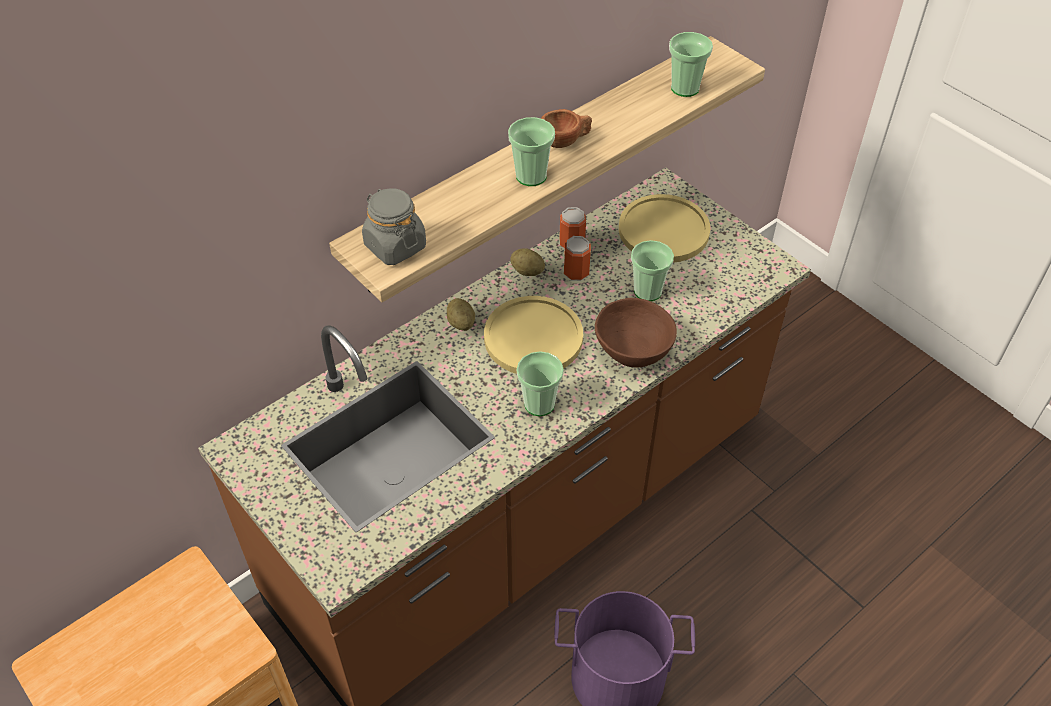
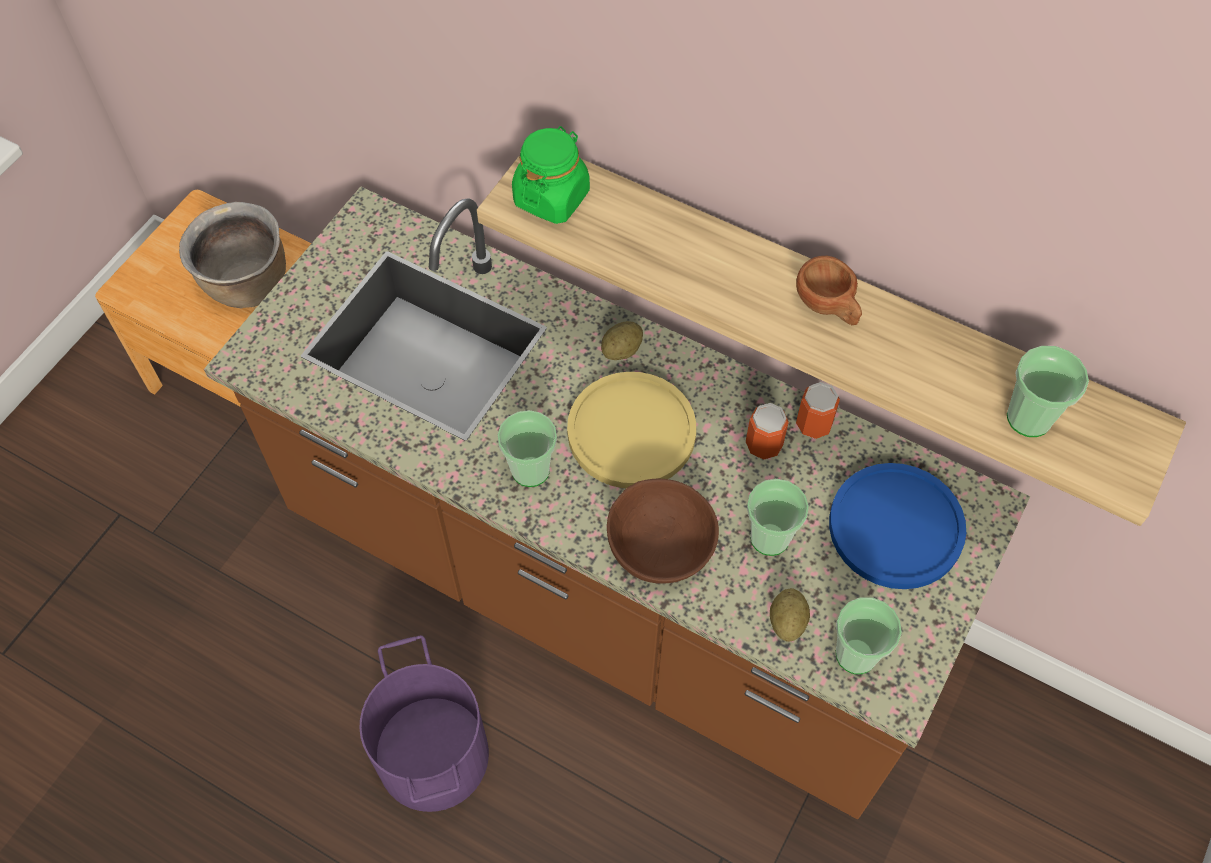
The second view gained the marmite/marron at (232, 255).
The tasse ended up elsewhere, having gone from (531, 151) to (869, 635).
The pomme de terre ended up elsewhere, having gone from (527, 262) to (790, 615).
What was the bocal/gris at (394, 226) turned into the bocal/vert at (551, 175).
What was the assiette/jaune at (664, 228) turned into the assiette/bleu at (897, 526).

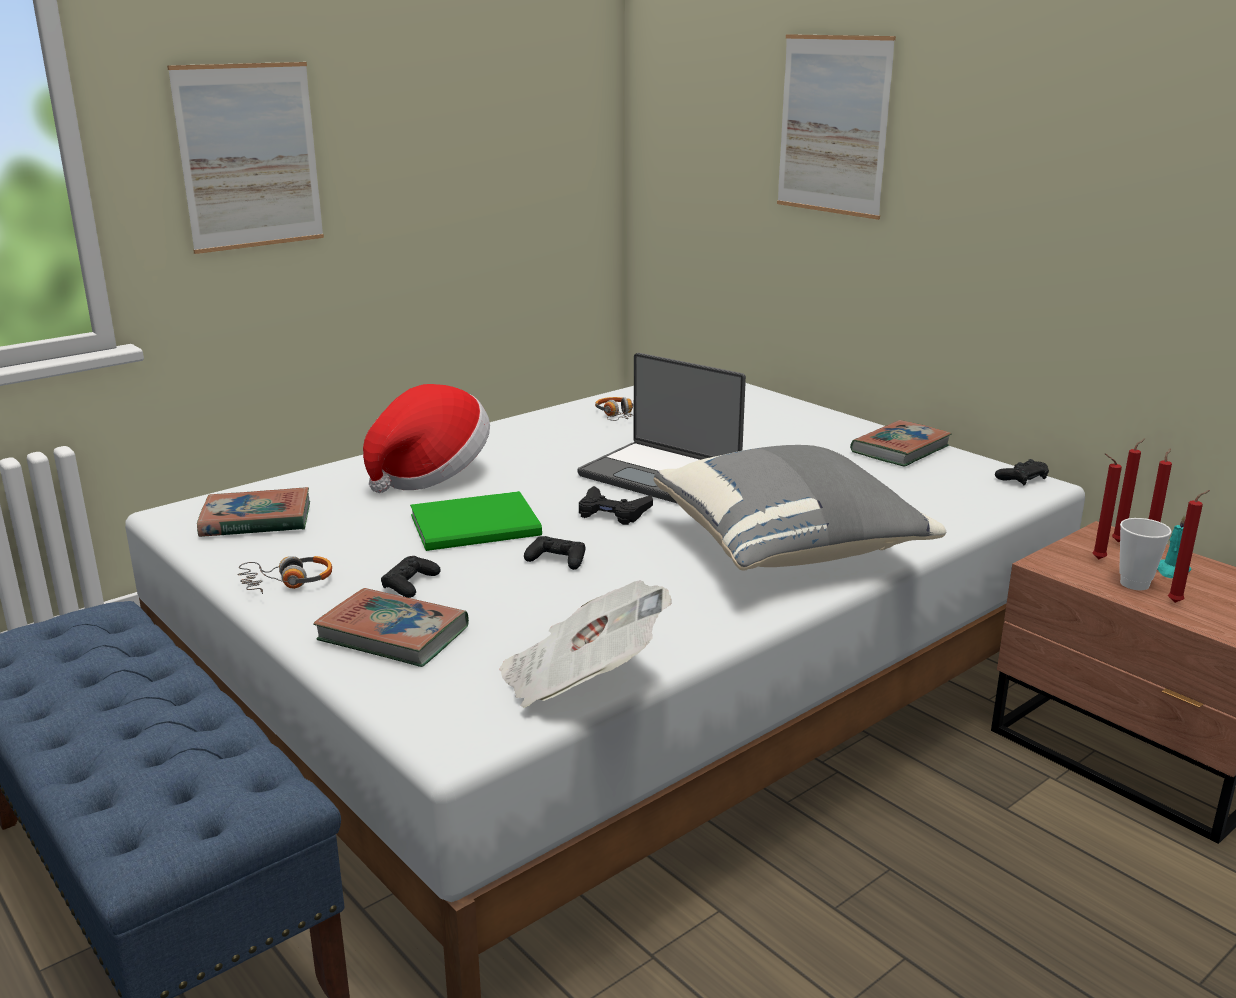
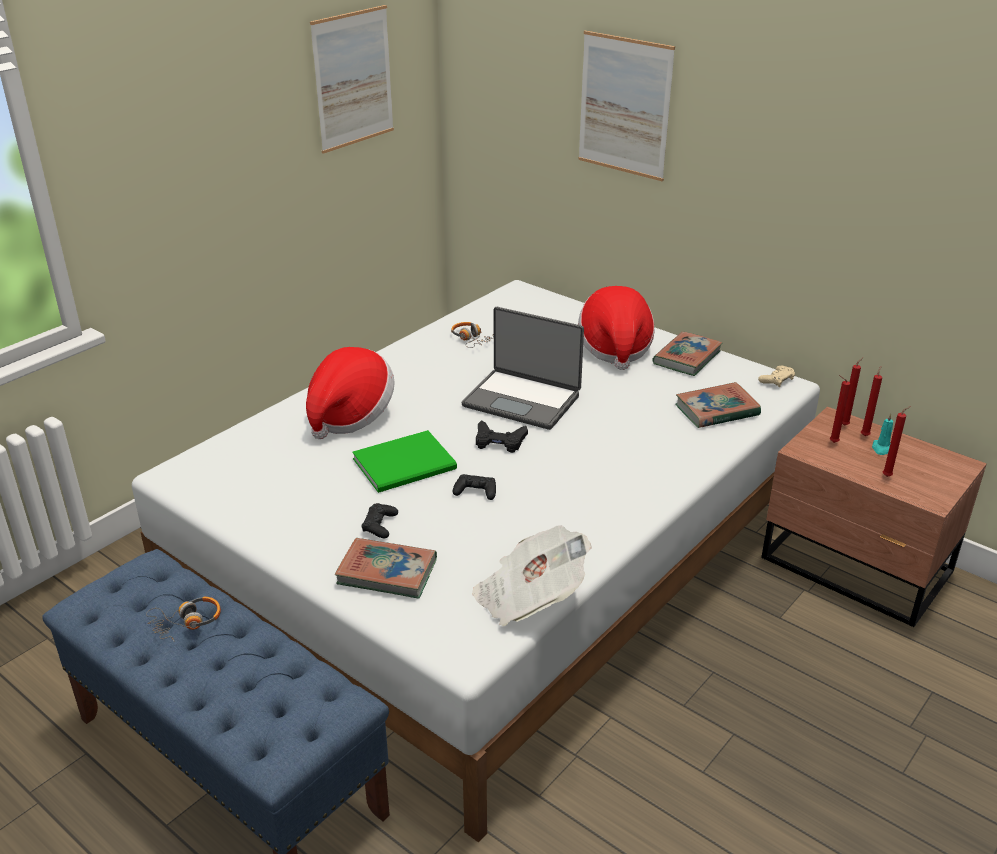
The second view lost the coussin/gris at (799, 508).
The second view lost the tasse at (1145, 554).
The second view gained the chapeau at (616, 328).
The tableau ended up elsewhere, having gone from (245, 158) to (352, 79).
The livre ended up elsewhere, having gone from (253, 512) to (718, 405).
The casque audio ended up elsewhere, having gone from (284, 575) to (183, 619).
What was the manette/noir at (1022, 472) turned into the manette/beige at (776, 376).

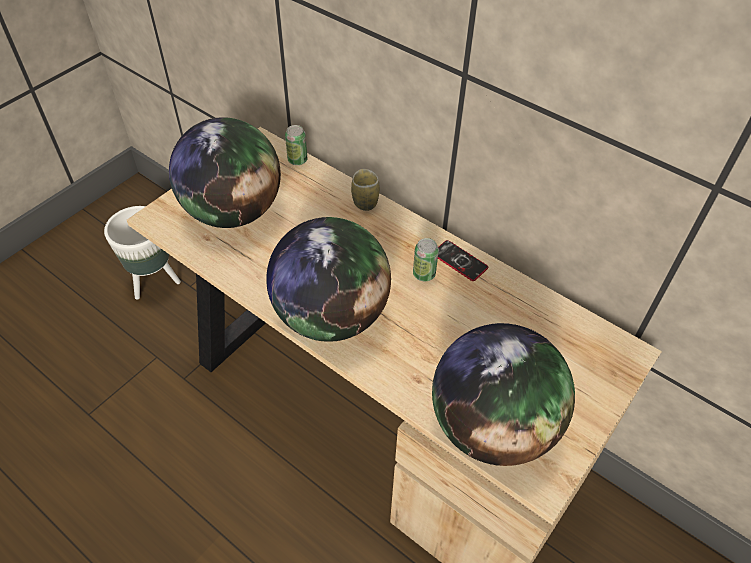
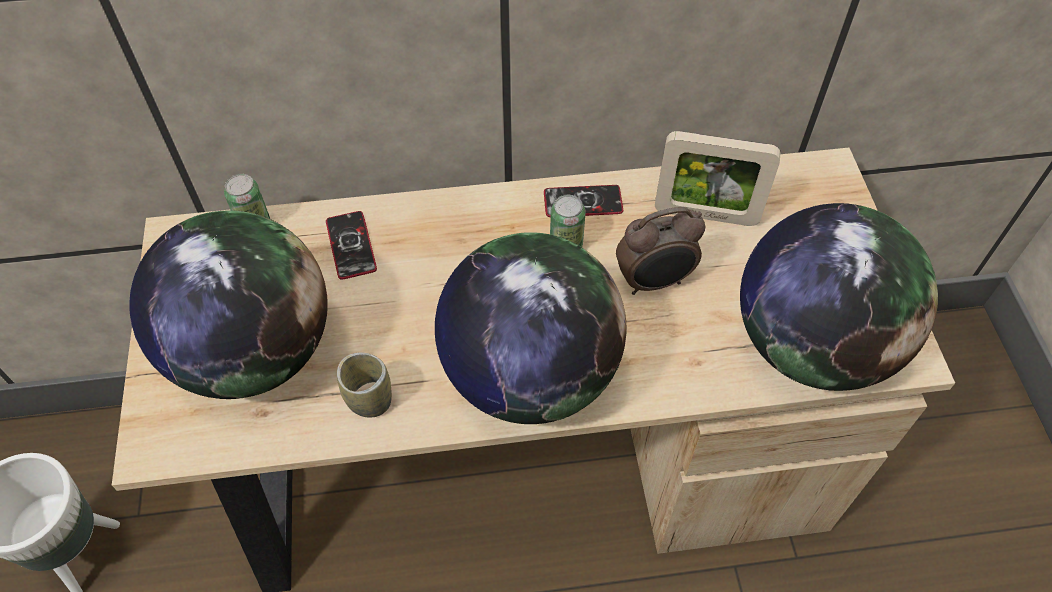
The second view gained the téléphone at (351, 245).
The second view gained the réveil at (660, 251).
The second view gained the cadre photo at (717, 178).
The tasse ended up elsewhere, having gone from (365, 190) to (364, 385).

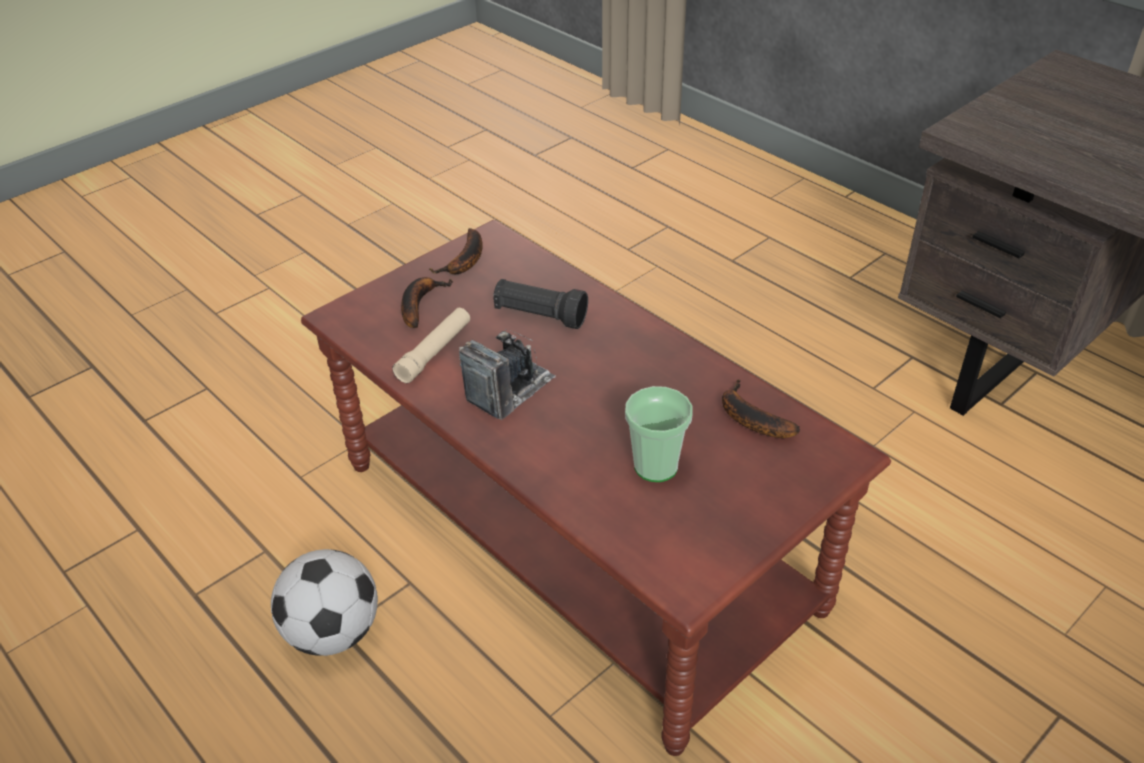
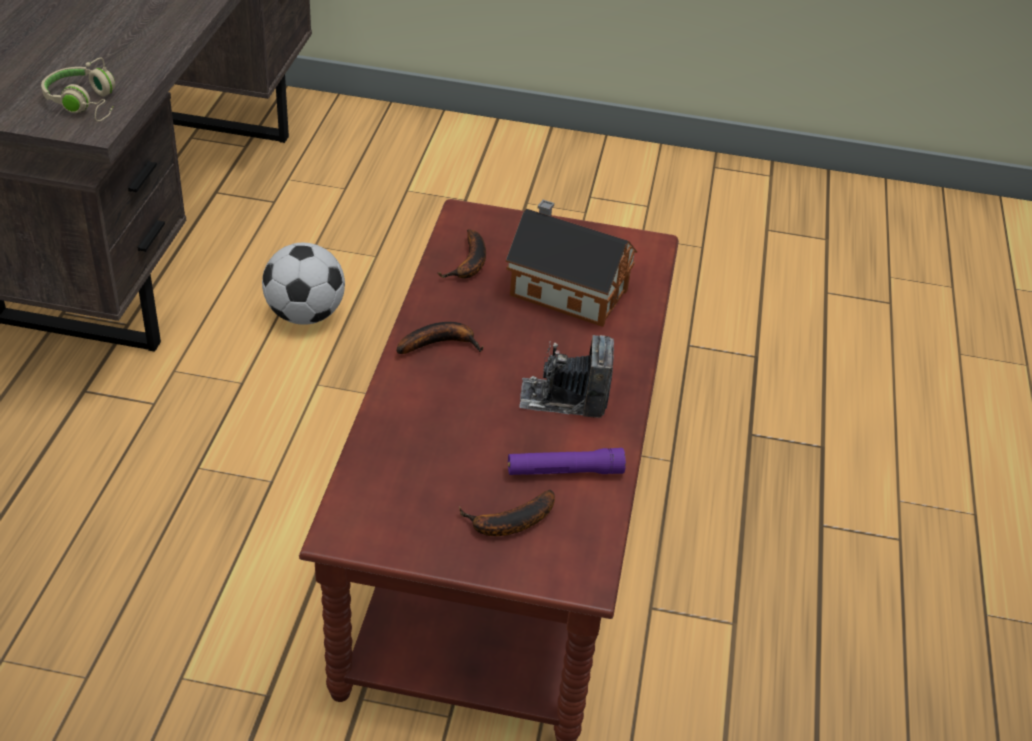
The second view lost the lampe de poche/noir at (540, 304).
The second view gained the casque audio/beige at (78, 89).
The ballon de foot ended up elsewhere, having gone from (324, 602) to (303, 284).
The banane ended up elsewhere, having gone from (456, 251) to (440, 338).
Where the tasse stood at (659, 434), the maison miniature came to stand at (571, 263).
What was the lampe de poche/beige at (431, 345) turned into the lampe de poche/violet at (567, 461).

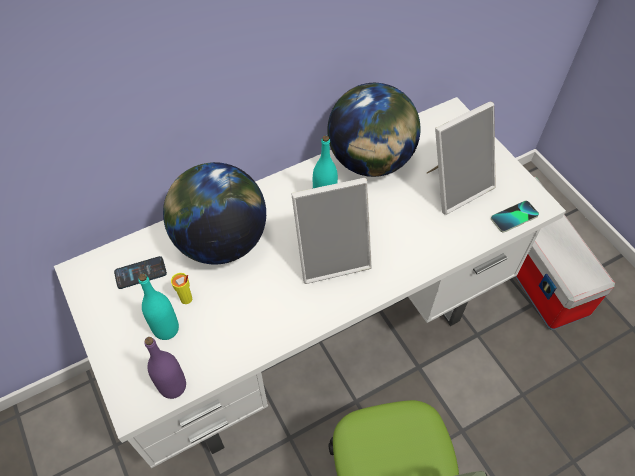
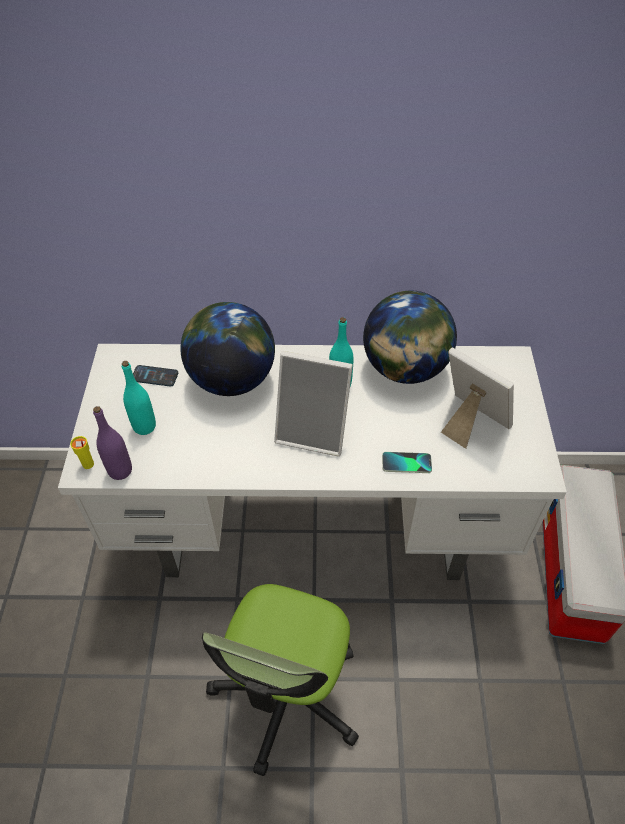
The tasse/jaune ended up elsewhere, having gone from (181, 288) to (82, 452).
The téléphone ended up elsewhere, having gone from (515, 217) to (407, 462).
The cadre photo at (461, 158) ended up facing another way, 135 degrees counterclockwise from before.

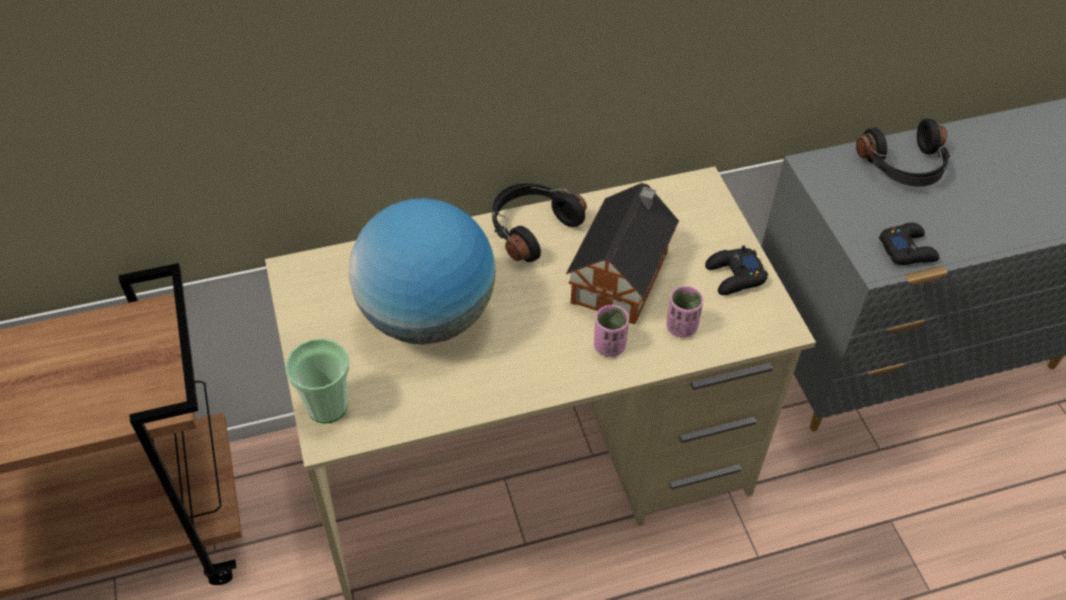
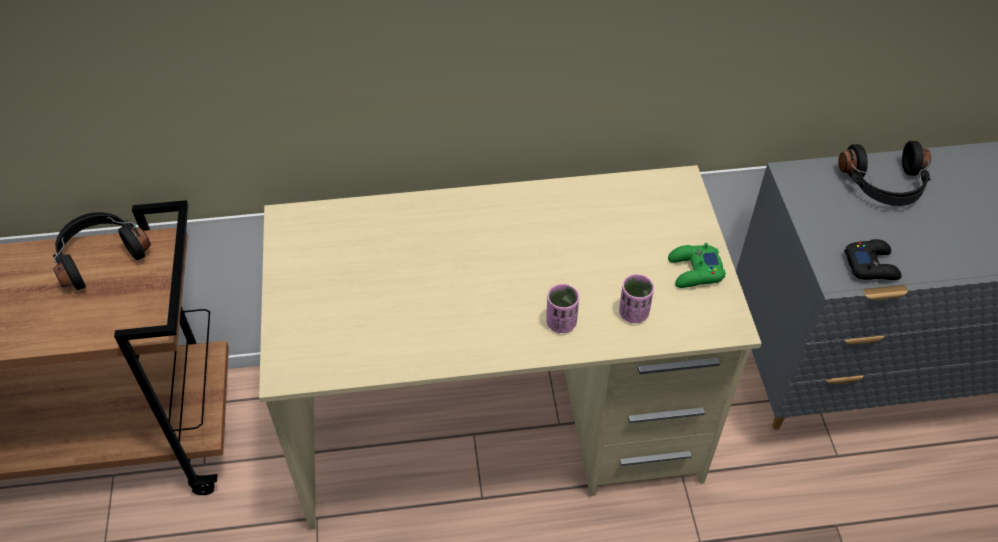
The second view lost the tasse at (317, 380).
The second view lost the globe at (422, 271).
The second view lost the maison miniature at (622, 254).
The casque audio/noir ended up elsewhere, having gone from (539, 222) to (102, 251).
What was the manette/noir at (736, 270) turned into the manette/vert at (697, 265).

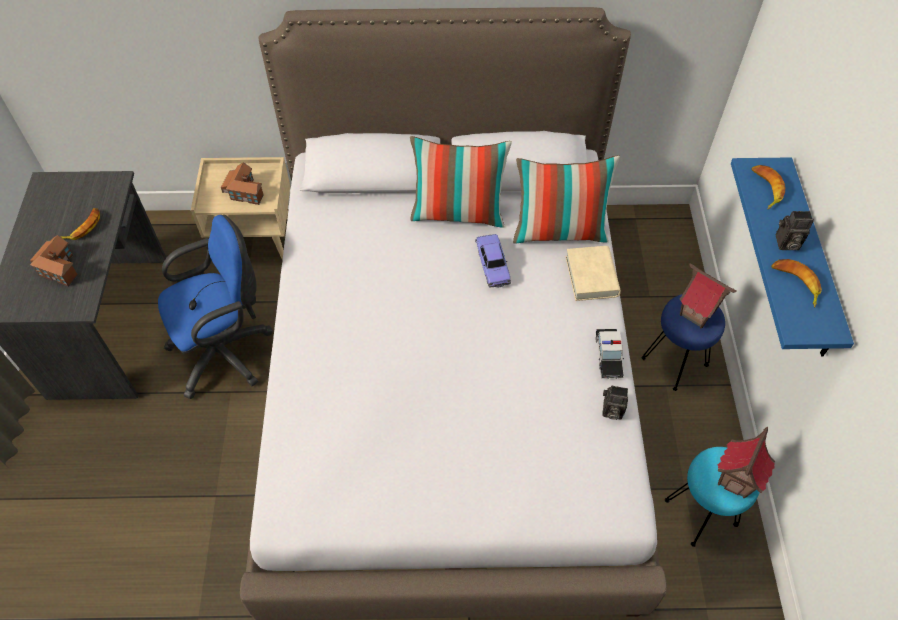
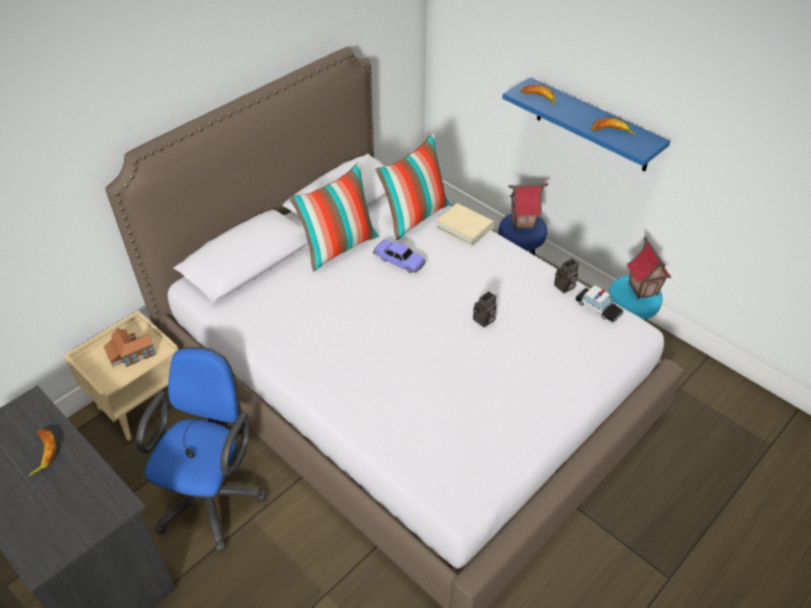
The second view lost the maison miniature at (54, 261).
The petite voiture ended up elsewhere, having gone from (610, 354) to (599, 304).
The appareil photo ended up elsewhere, having gone from (795, 230) to (485, 309).

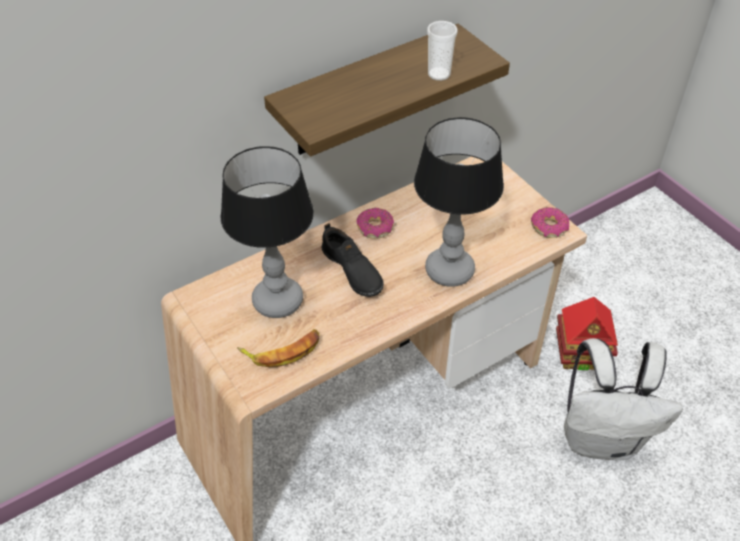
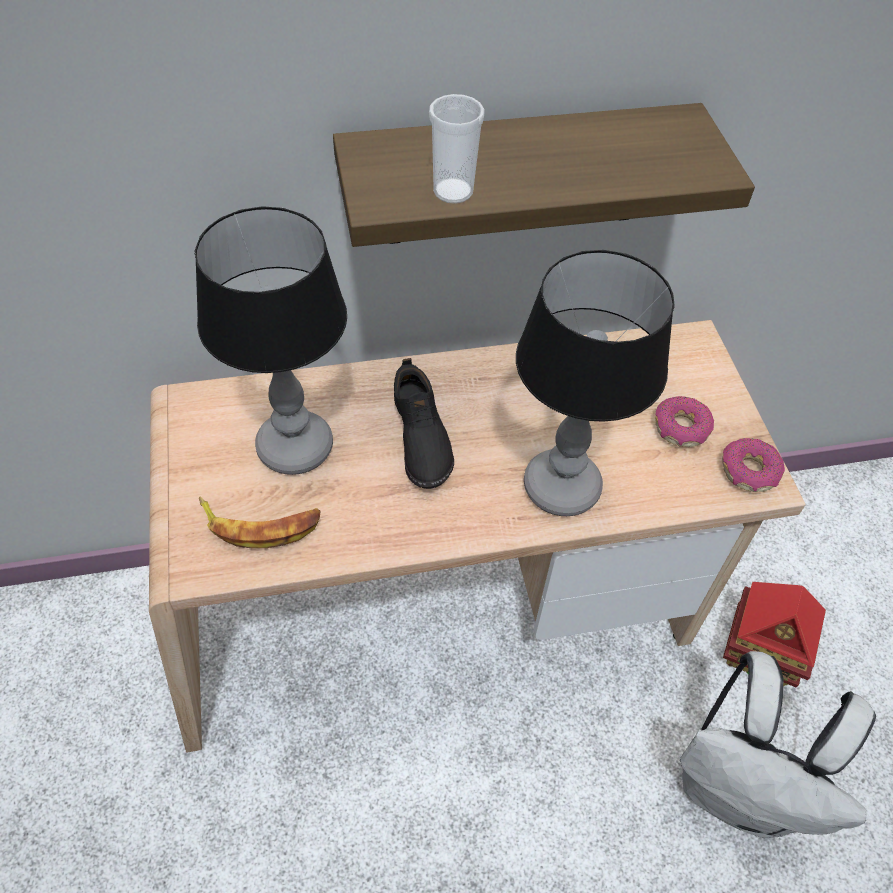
The beignet ended up elsewhere, having gone from (375, 223) to (684, 421).
The tasse ended up elsewhere, having gone from (442, 51) to (457, 149).

